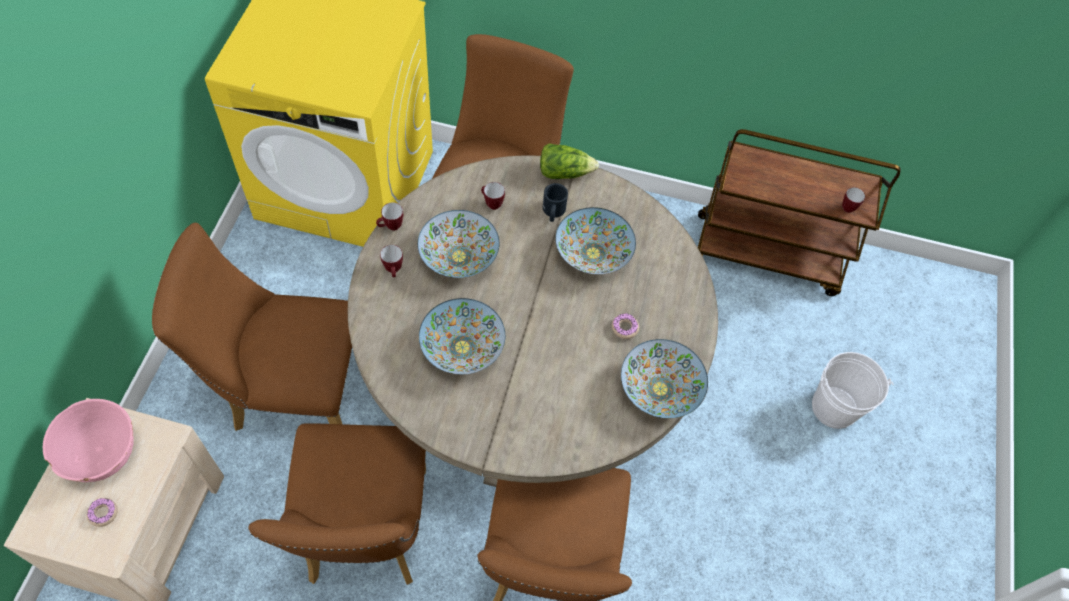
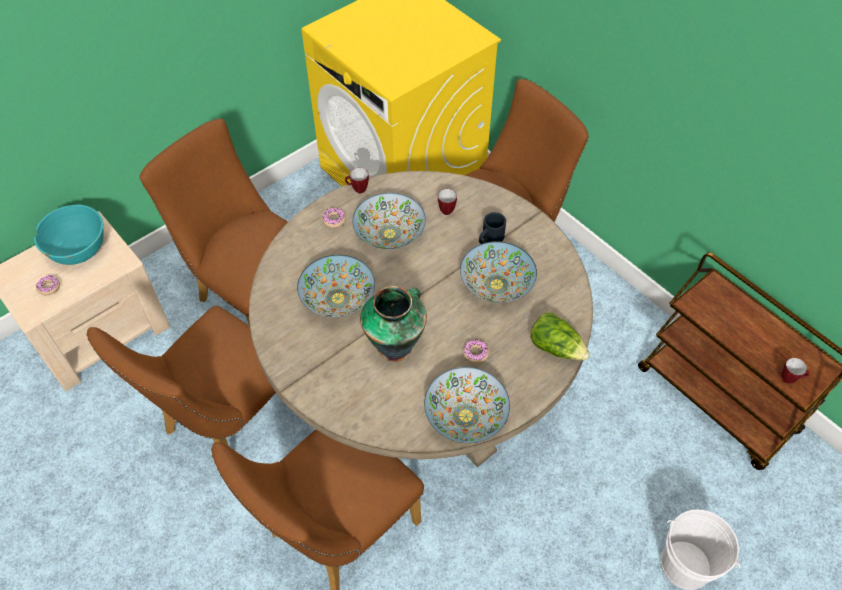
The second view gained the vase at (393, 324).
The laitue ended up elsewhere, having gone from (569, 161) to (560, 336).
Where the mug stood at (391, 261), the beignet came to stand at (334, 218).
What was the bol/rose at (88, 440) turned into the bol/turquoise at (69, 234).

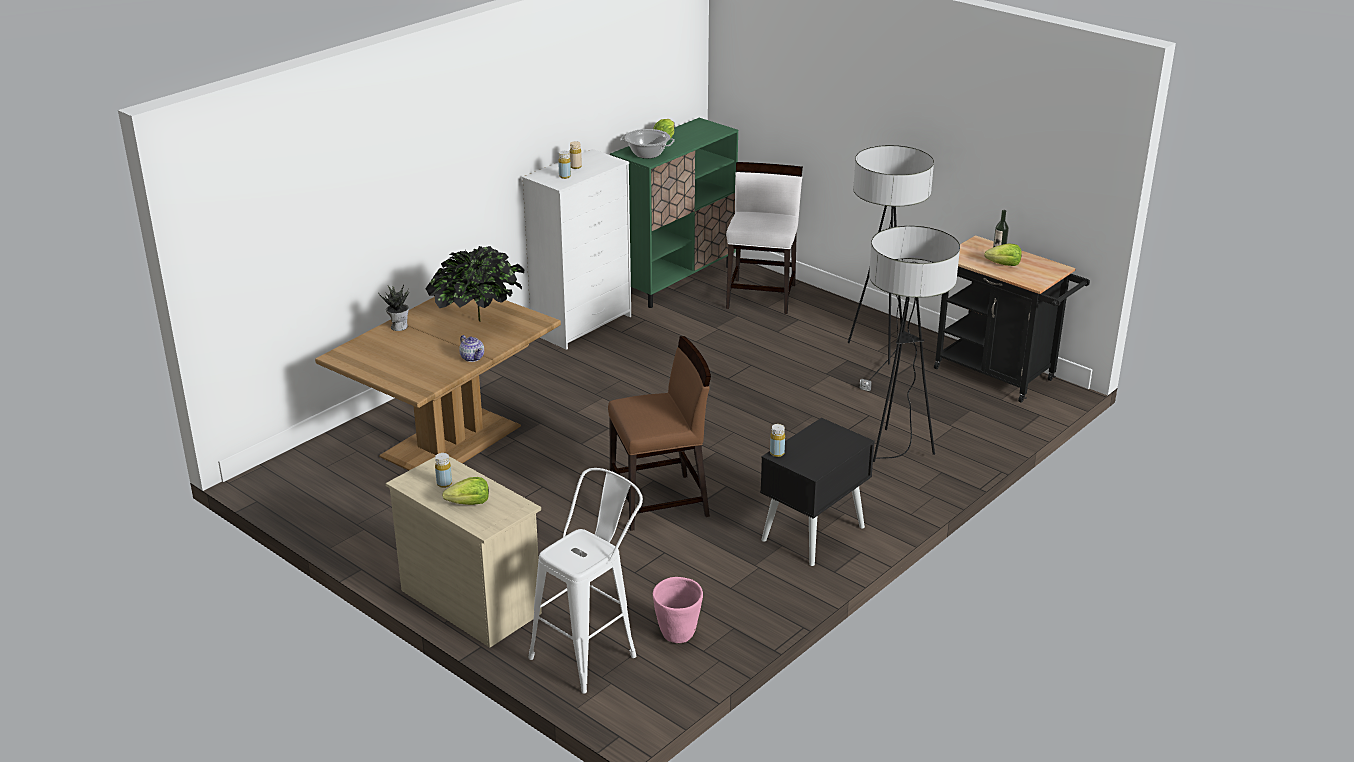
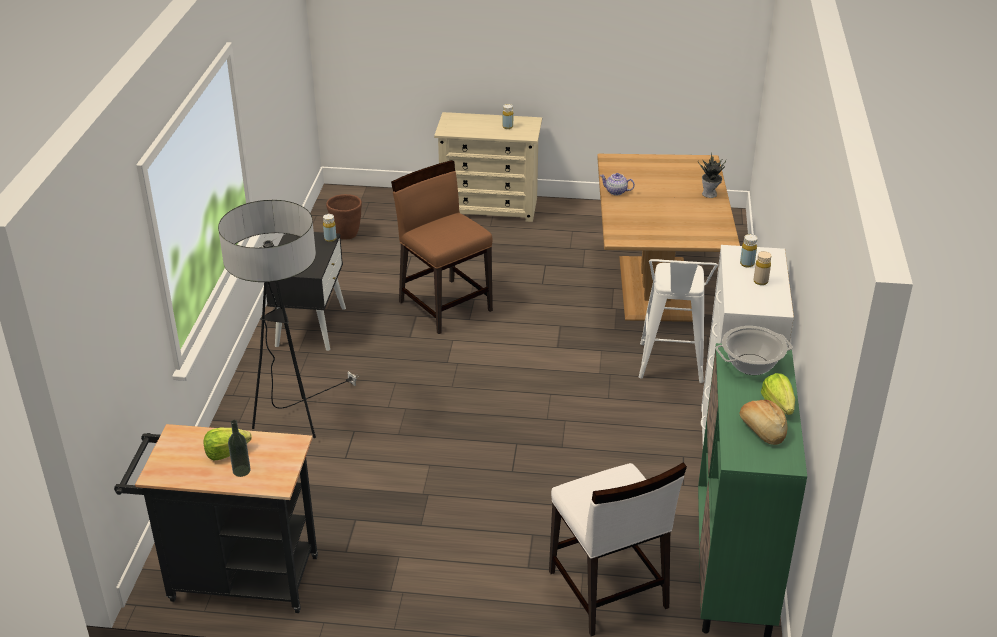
The second view lost the plante en pot at (475, 284).
The second view lost the laitue at (465, 491).
The second view lost the lampadaire at (891, 268).
The second view gained the pain at (763, 422).
The tabouret/blanc ended up elsewhere, having gone from (585, 581) to (678, 321).
What was the cache-pot/rose at (678, 610) turned into the cache-pot/marron at (344, 216).
The chaise/marron at (659, 433) ended up facing another way, 105 degrees clockwise from before.

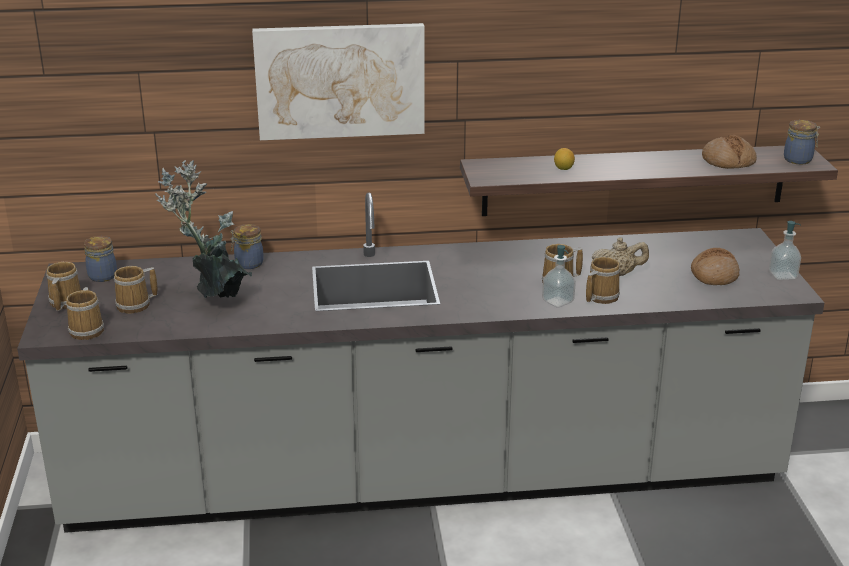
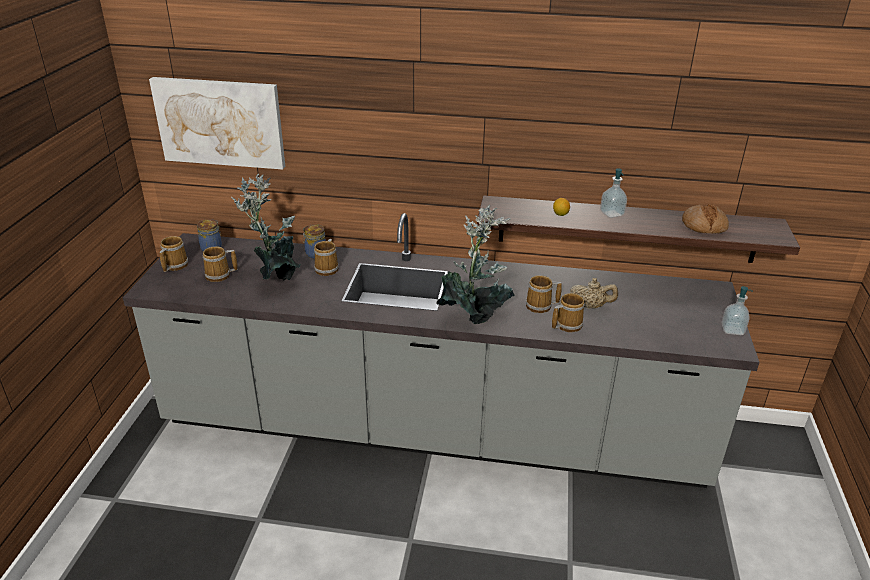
The second view lost the pain at (715, 266).
The second view lost the bocal at (802, 142).
The second view gained the plante en pot at (475, 264).
The mug ended up elsewhere, having gone from (85, 313) to (326, 257).
The tableau ended up elsewhere, having gone from (338, 81) to (217, 123).
The distributeur de savon ended up elsewhere, having gone from (559, 276) to (613, 193).

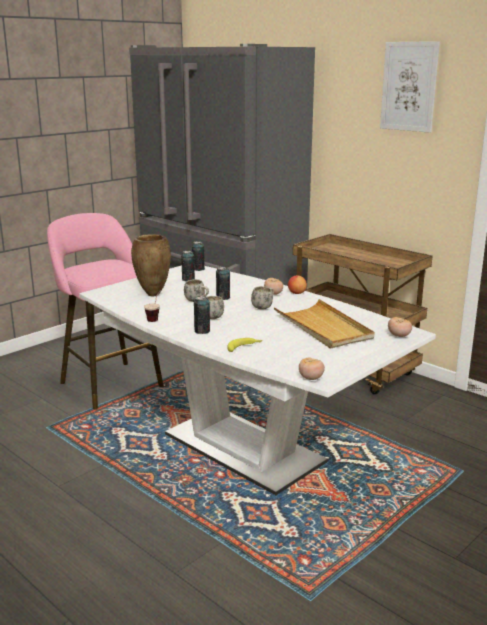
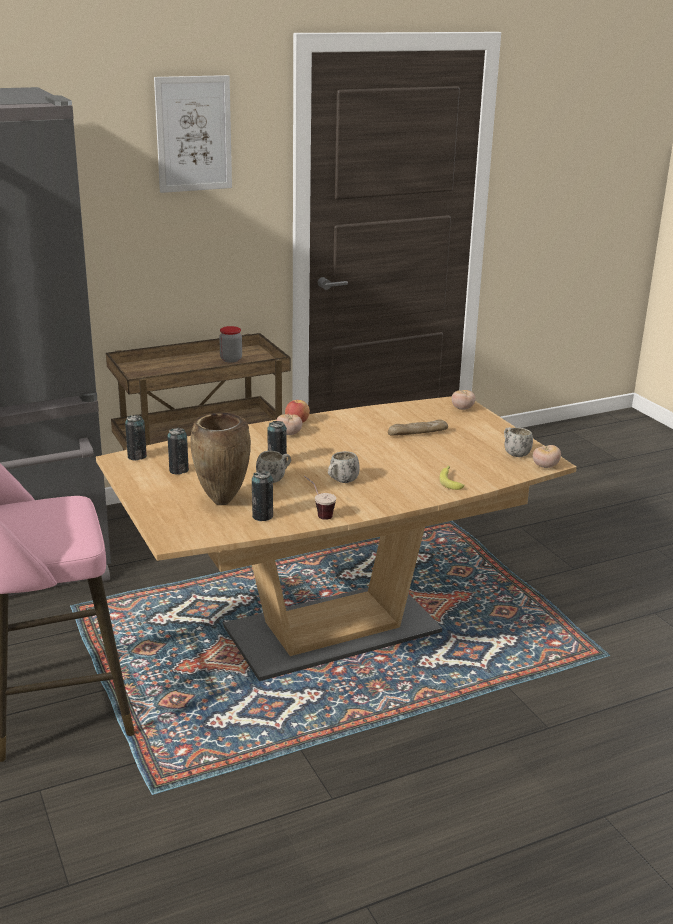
The second view gained the bocal at (230, 344).
The boîte métallique ended up elsewhere, having gone from (202, 315) to (262, 496).
The mug/blanc ended up elsewhere, having gone from (262, 298) to (518, 442).
Where the plateau/beige stood at (324, 324), the pain came to stand at (418, 427).
What was the table à manger/blanc at (257, 380) turned into the table à manger/marron at (336, 538).

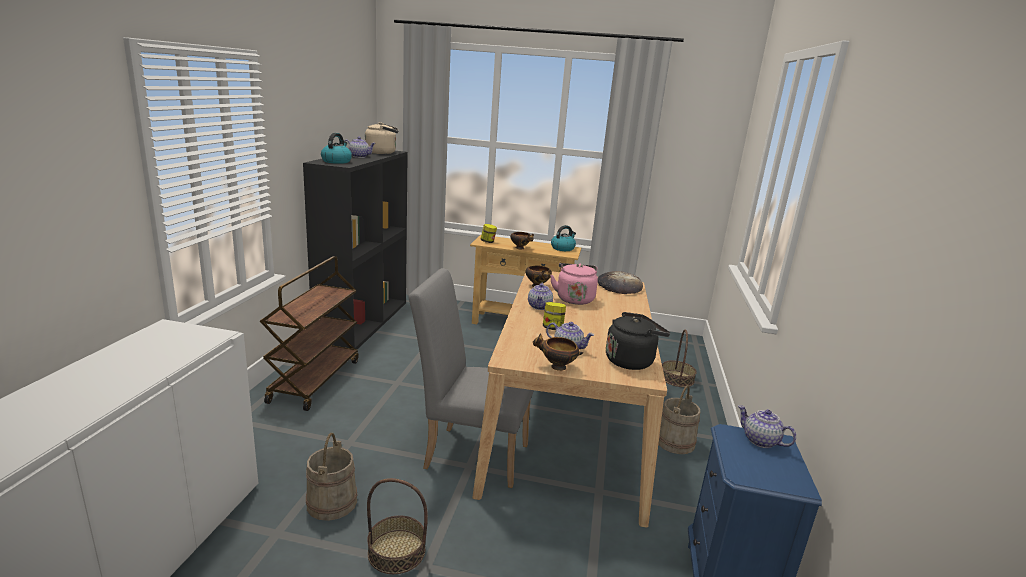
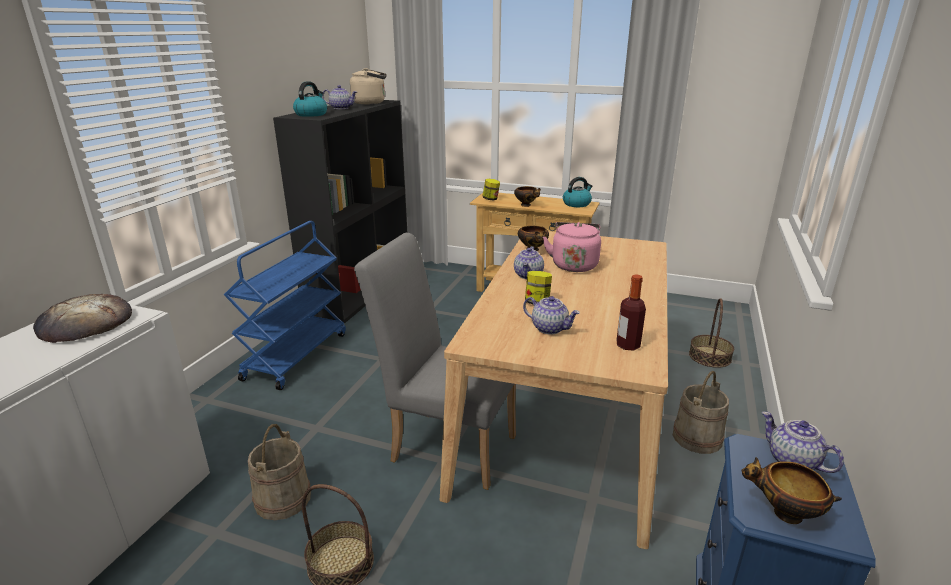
The bol ended up elsewhere, having gone from (558, 352) to (791, 490).
The pain ended up elsewhere, having gone from (620, 282) to (82, 318).
Where the bouilloire/noir stood at (638, 341), the bouteille came to stand at (631, 313).
What was the chariot/marron at (309, 333) turned into the chariot/bleu at (285, 305).

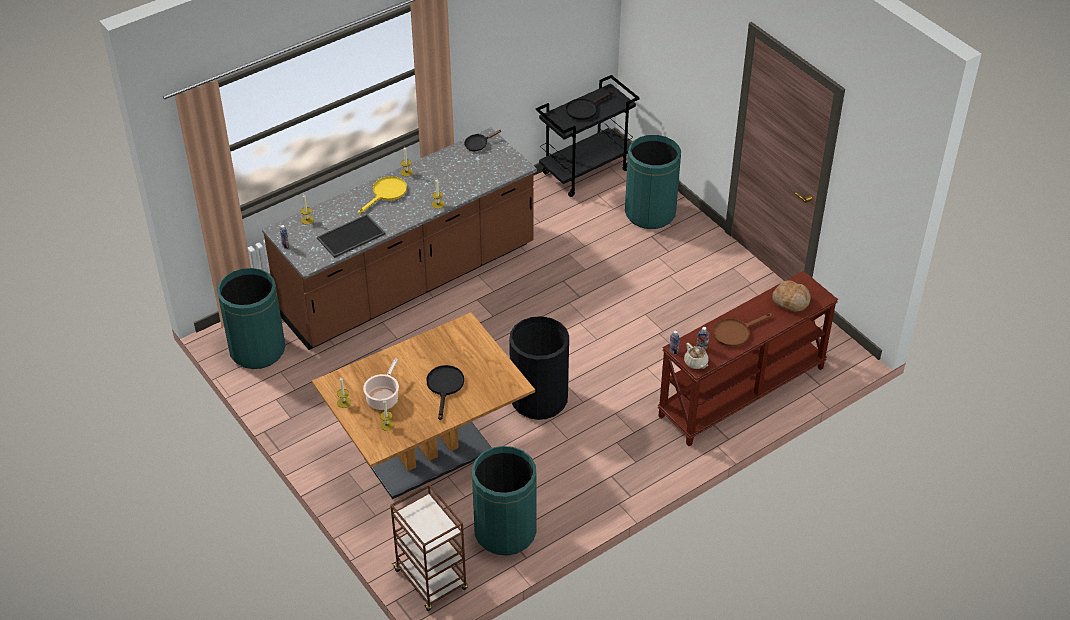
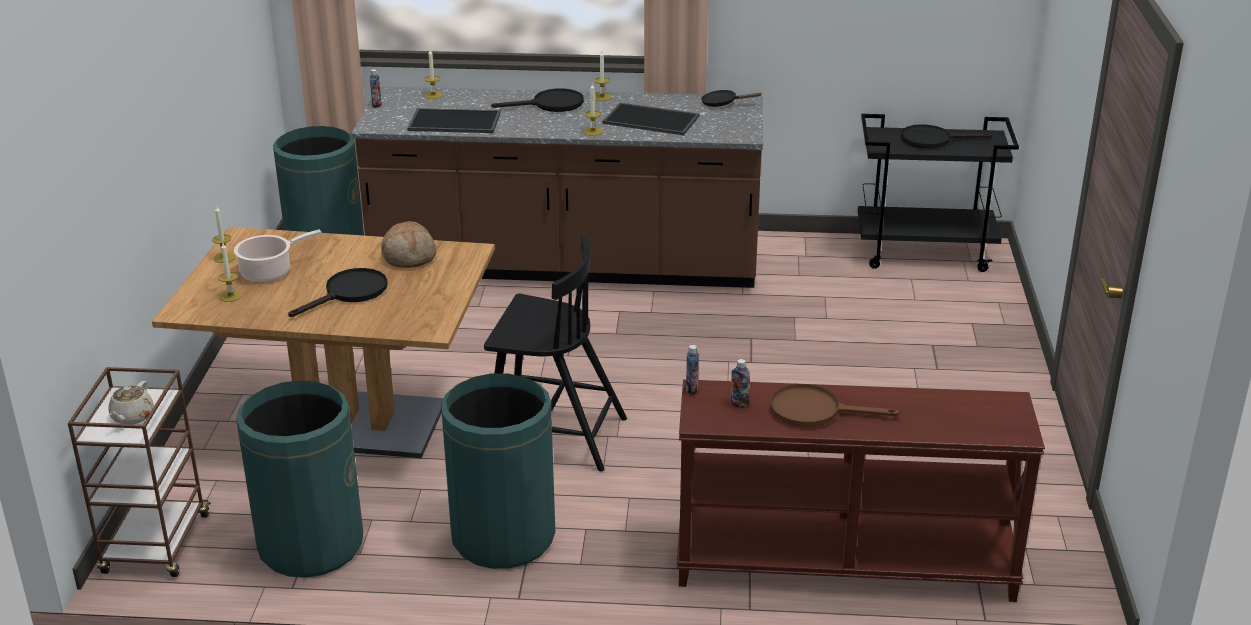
The second view gained the plateau at (650, 119).
The poubelle/vert ended up elsewhere, having gone from (653, 182) to (498, 471).
The théière/beige ended up elsewhere, having gone from (696, 356) to (131, 402).
The pain ended up elsewhere, having gone from (791, 296) to (408, 244).
Where the poubelle/noir stood at (539, 368), the chaise/noir came to stand at (555, 353).
What was the poêle/jaune at (382, 195) turned into the poêle/noir at (537, 100).

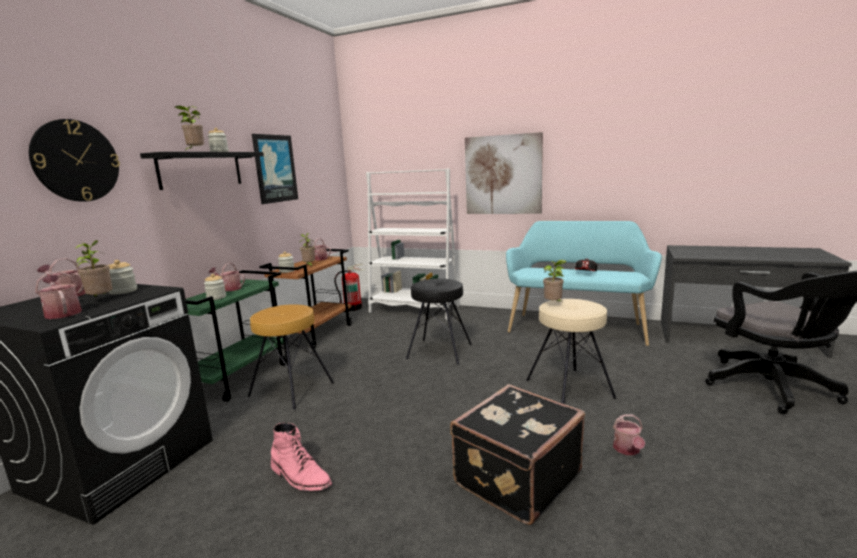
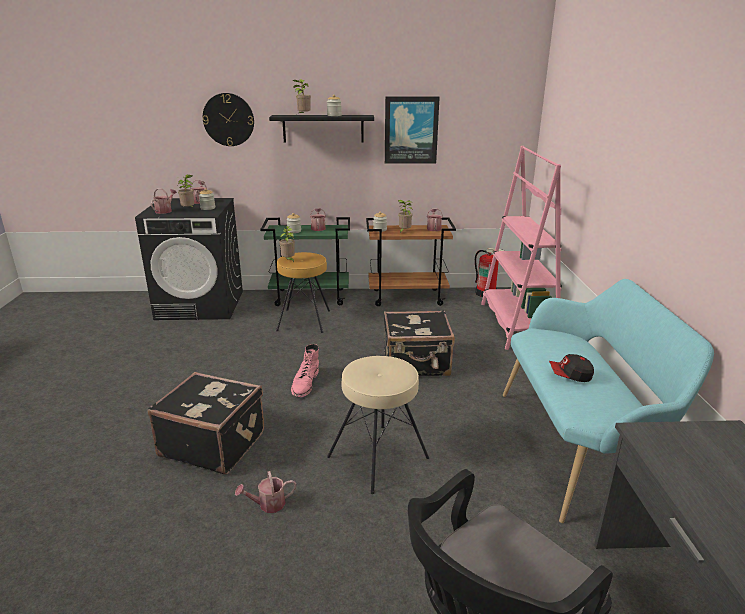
The second view lost the tableau at (504, 173).
The botte/rose ended up elsewhere, having gone from (301, 457) to (305, 370).
The plante en pot ended up elsewhere, having gone from (554, 281) to (287, 244).
Where the tabouret/noir stood at (439, 322), the valise/noir came to stand at (419, 343).
What was the bibliothèque/blanc at (413, 244) turned into the bibliothèque/rose at (521, 248).

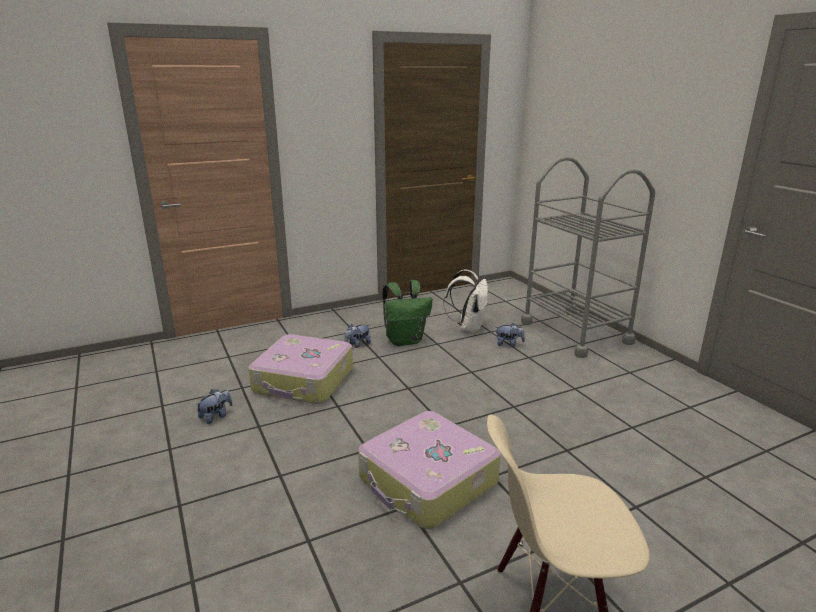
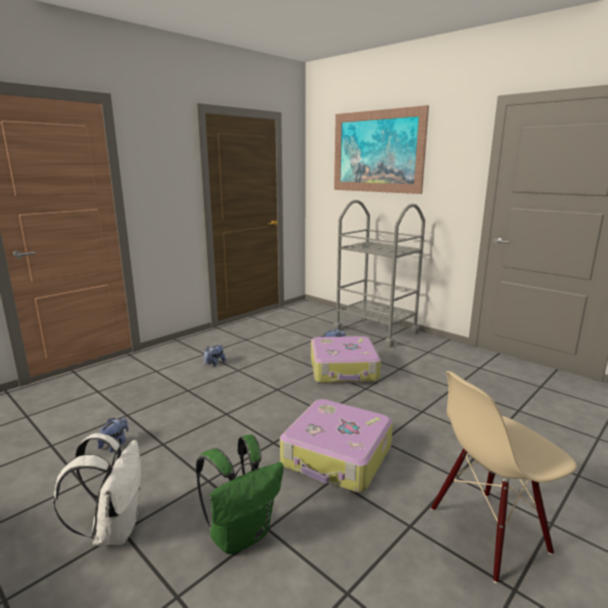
The second view gained the tableau at (381, 149).
The valise ended up elsewhere, having gone from (300, 369) to (346, 360).
The sac à dos/vert ended up elsewhere, having gone from (407, 313) to (239, 494).
The sac à dos/blanc ended up elsewhere, having gone from (465, 301) to (97, 489).

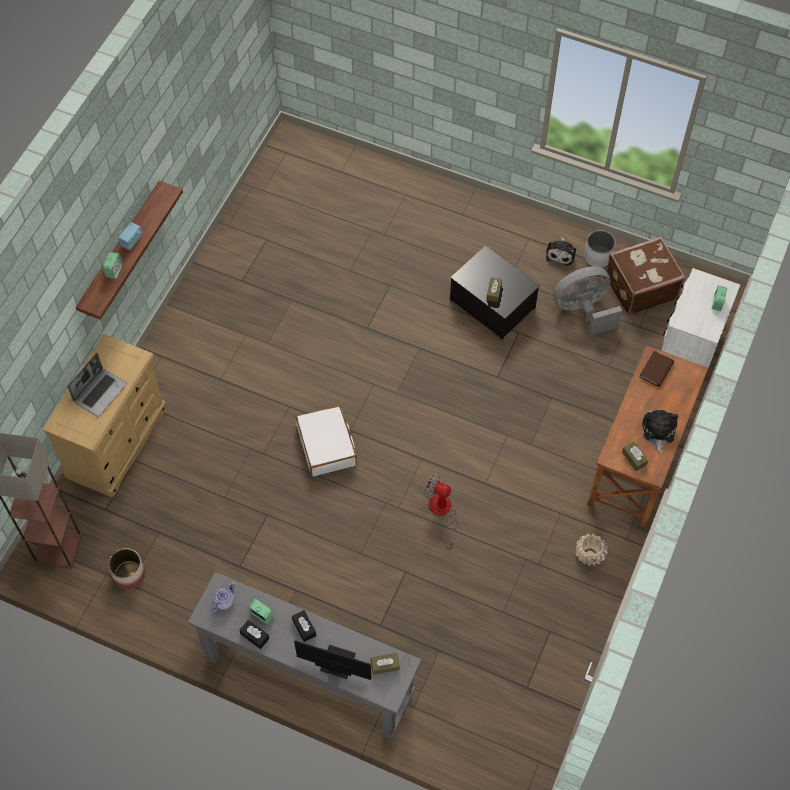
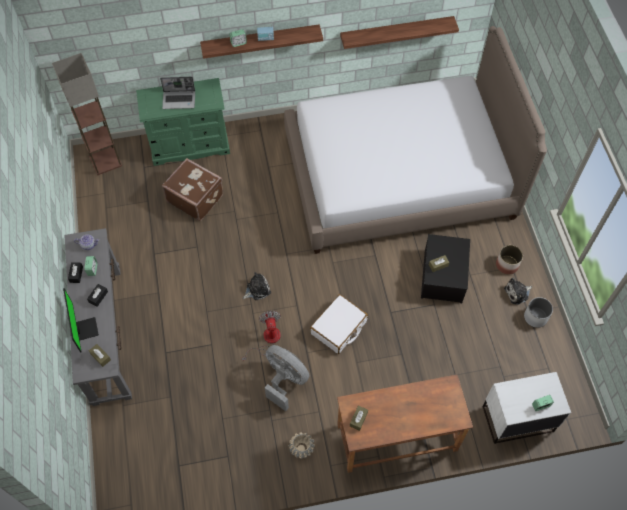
The second view lost the livre/marron at (656, 369).
The second view gained the lit at (415, 140).
The second view gained the étagère at (399, 32).
The cache-pot ended up elsewhere, having gone from (126, 568) to (509, 260).
The valise/blanc ended up elsewhere, having gone from (326, 441) to (339, 324).
The ventilateur/gris ended up elsewhere, having gone from (587, 300) to (287, 378).
The valise/marron ended up elsewhere, having gone from (645, 275) to (192, 189).
The peluche ended up elsewhere, having gone from (660, 431) to (257, 286).
What was the commode/beige at (104, 416) turned into the commode/vert at (183, 122).

